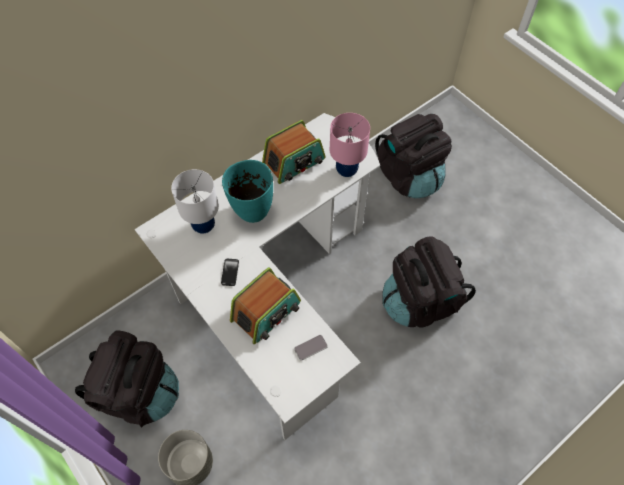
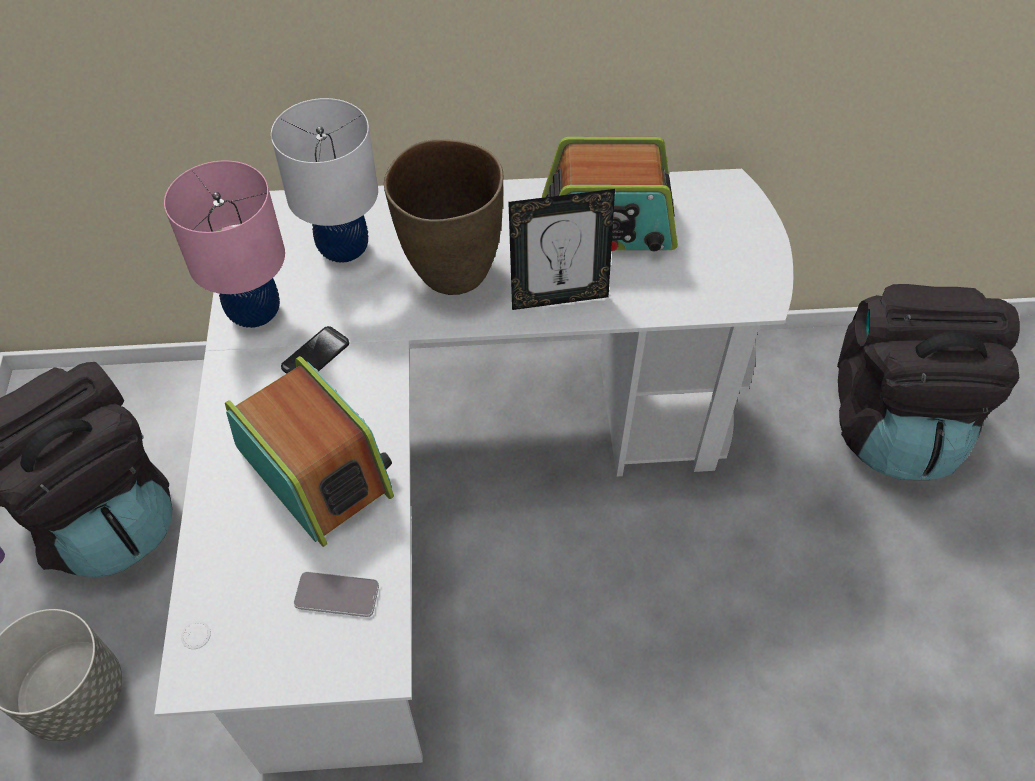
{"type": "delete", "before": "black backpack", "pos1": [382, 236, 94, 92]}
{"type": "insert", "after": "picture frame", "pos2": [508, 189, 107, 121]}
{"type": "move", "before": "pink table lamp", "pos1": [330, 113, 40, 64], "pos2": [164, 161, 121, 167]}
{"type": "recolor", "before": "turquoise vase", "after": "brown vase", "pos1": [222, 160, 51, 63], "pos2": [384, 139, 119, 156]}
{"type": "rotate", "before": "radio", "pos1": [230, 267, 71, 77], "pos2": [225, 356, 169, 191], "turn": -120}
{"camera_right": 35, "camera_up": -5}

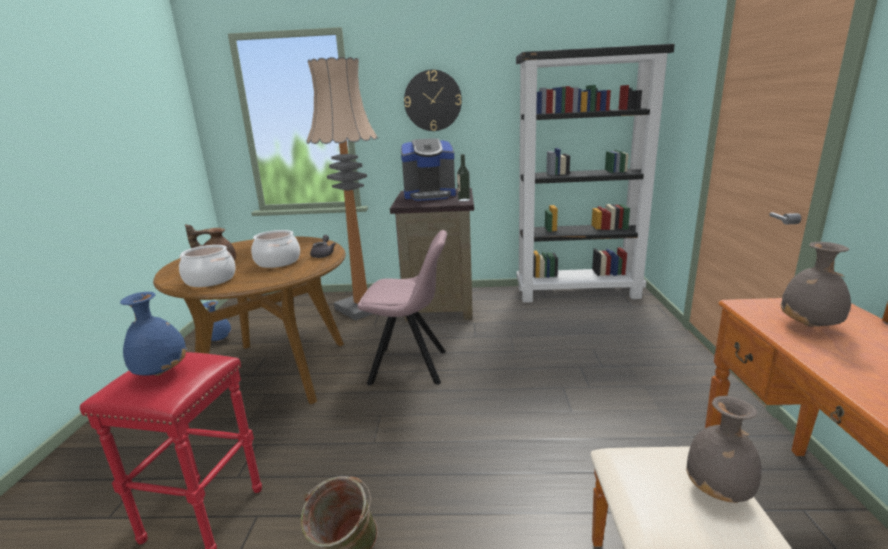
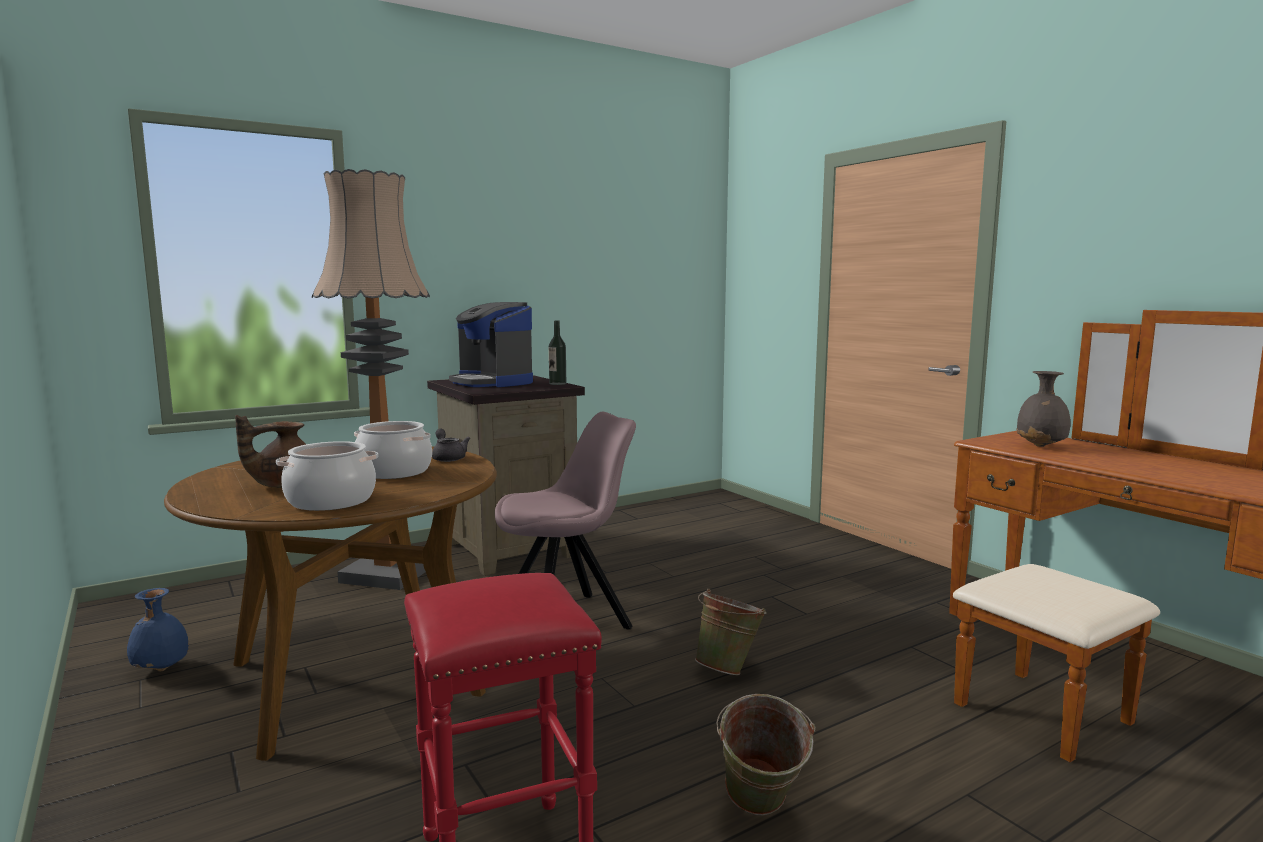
{"type": "delete", "before": "blue vase", "pos1": [120, 292, 67, 84]}
{"type": "delete", "before": "wall clock", "pos1": [404, 70, 58, 61]}
{"type": "delete", "before": "black bookcase", "pos1": [516, 44, 159, 259]}
{"type": "delete", "before": "grey vase", "pos1": [686, 396, 76, 107]}
{"type": "insert", "after": "green bucket", "pos2": [695, 589, 72, 86]}
{"type": "rotate", "before": "coffee machine", "pos1": [401, 138, 55, 63], "pos2": [449, 302, 84, 85], "turn": 90}
{"camera_right": -35, "camera_up": -10}

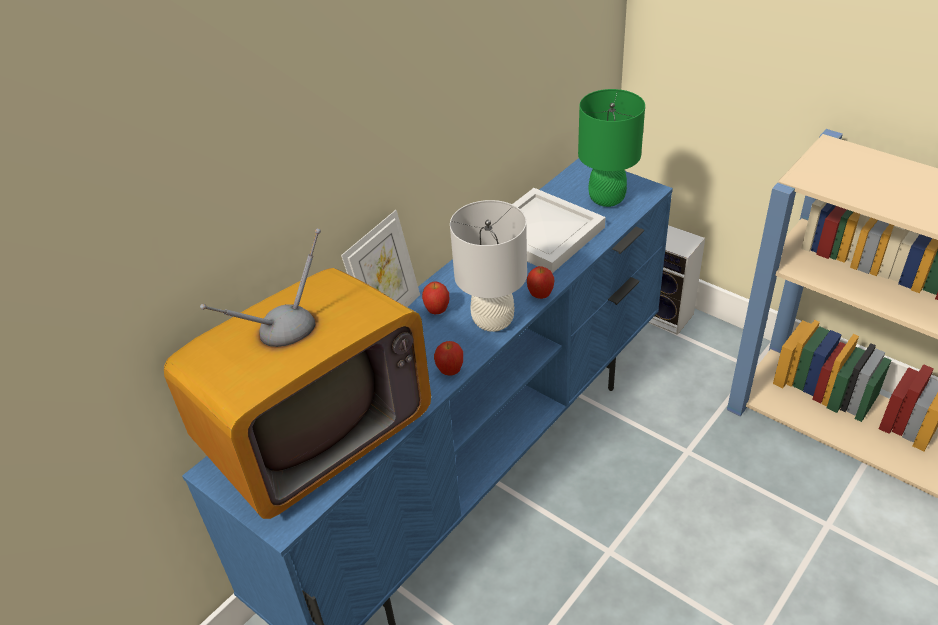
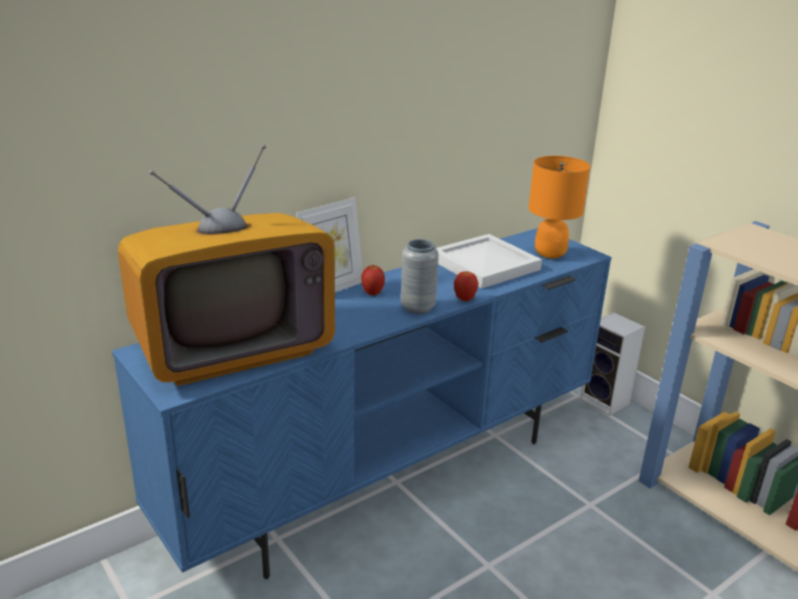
{"type": "delete", "before": "apple", "pos1": [434, 341, 29, 35]}
{"type": "replace", "before": "grey table lamp", "after": "grey vase", "pos1": [450, 200, 77, 132], "pos2": [401, 239, 38, 75]}
{"type": "recolor", "before": "green table lamp", "after": "orange table lamp", "pos1": [578, 89, 67, 118], "pos2": [529, 156, 61, 103]}
{"camera_right": 10, "camera_up": -15}

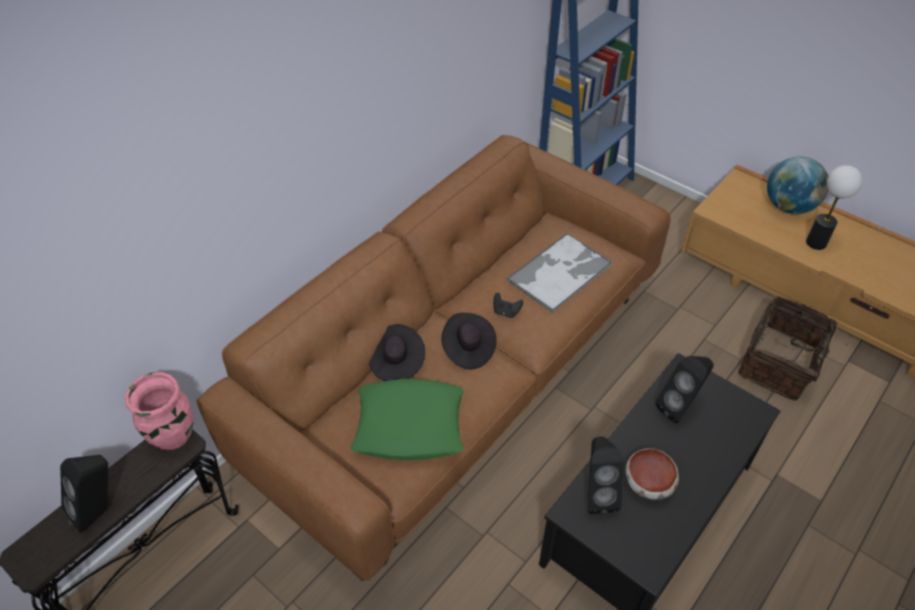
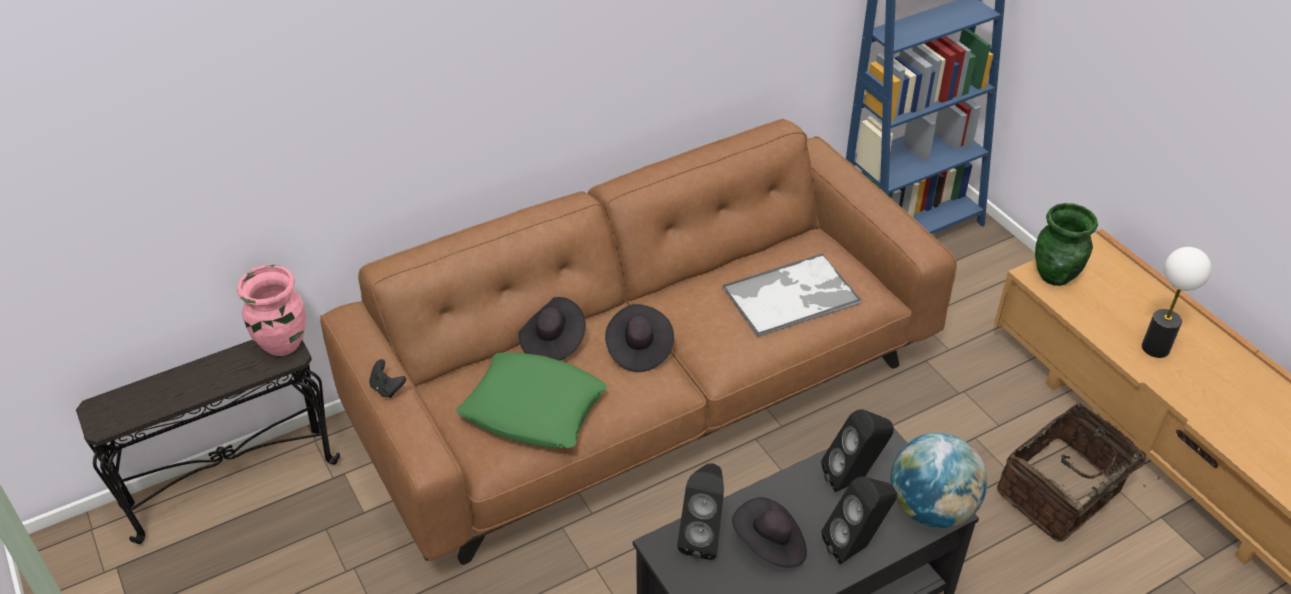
{"type": "insert", "after": "green vase", "pos2": [1035, 203, 63, 83]}
{"type": "move", "before": "black speaker", "pos1": [60, 455, 48, 78], "pos2": [821, 477, 76, 87]}
{"type": "move", "before": "black game controller", "pos1": [493, 292, 30, 26], "pos2": [369, 359, 37, 39]}
{"type": "move", "before": "globe", "pos1": [767, 156, 61, 58], "pos2": [890, 433, 98, 95]}
{"type": "replace", "before": "bowl", "after": "black hat", "pos1": [625, 448, 54, 52], "pos2": [732, 497, 75, 71]}
{"camera_right": 20, "camera_up": -5}

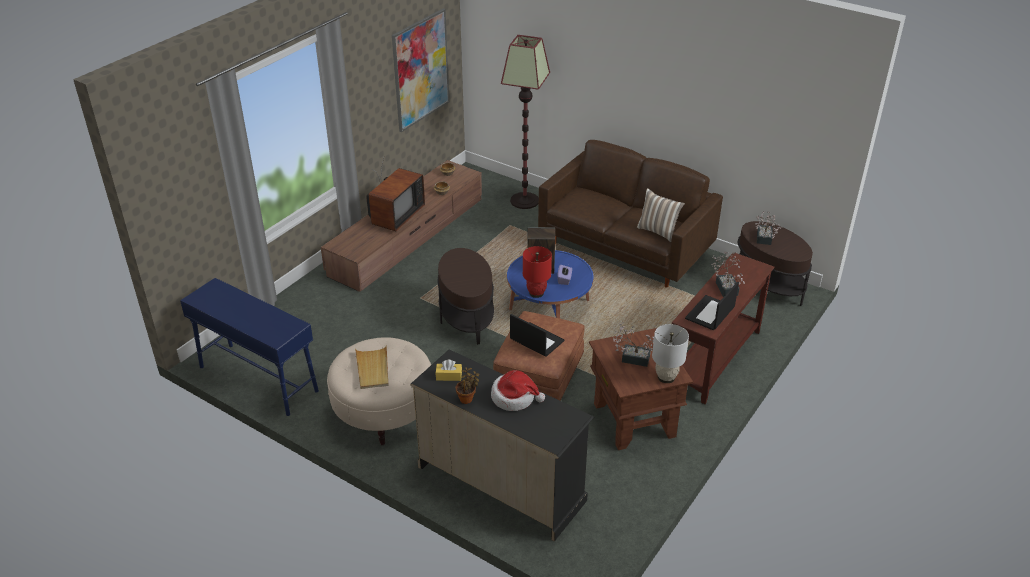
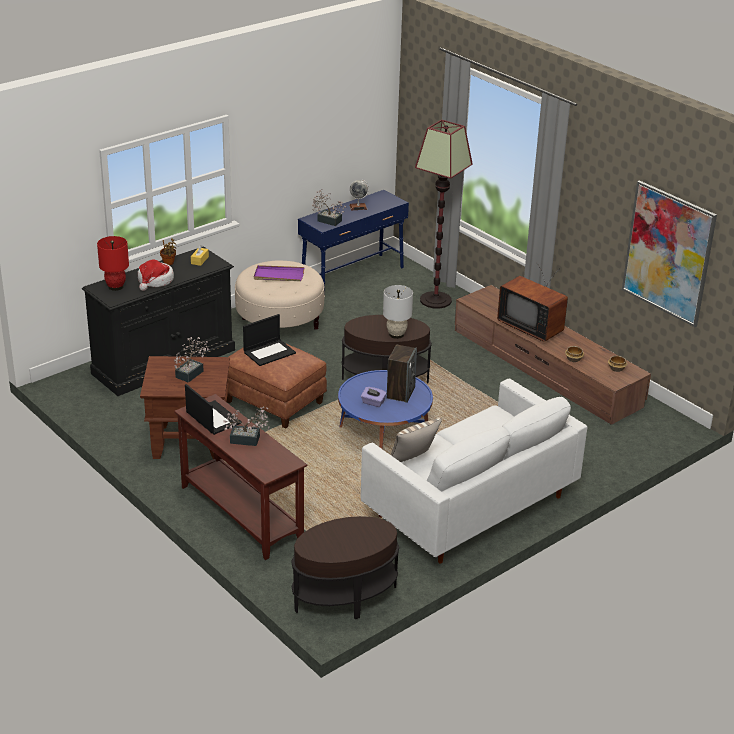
{"type": "insert", "after": "globe", "pos2": [349, 180, 20, 30]}
{"type": "move", "before": "floor lamp", "pos1": [501, 35, 49, 174], "pos2": [415, 120, 58, 189]}
{"type": "move", "before": "red table lamp", "pos1": [523, 246, 29, 52], "pos2": [97, 236, 32, 55]}
{"type": "move", "before": "white table lamp", "pos1": [652, 324, 37, 59], "pos2": [383, 285, 30, 54]}
{"type": "move", "before": "potted plant", "pos1": [755, 211, 26, 34], "pos2": [311, 189, 36, 37]}
{"type": "recolor", "before": "beige tray", "after": "purple tray", "pos1": [355, 345, 34, 44], "pos2": [254, 265, 51, 16]}
{"type": "recolor", "before": "brown sofa", "after": "white sofa", "pos1": [538, 140, 185, 148], "pos2": [361, 378, 227, 186]}
{"camera_right": 105, "camera_up": -5}

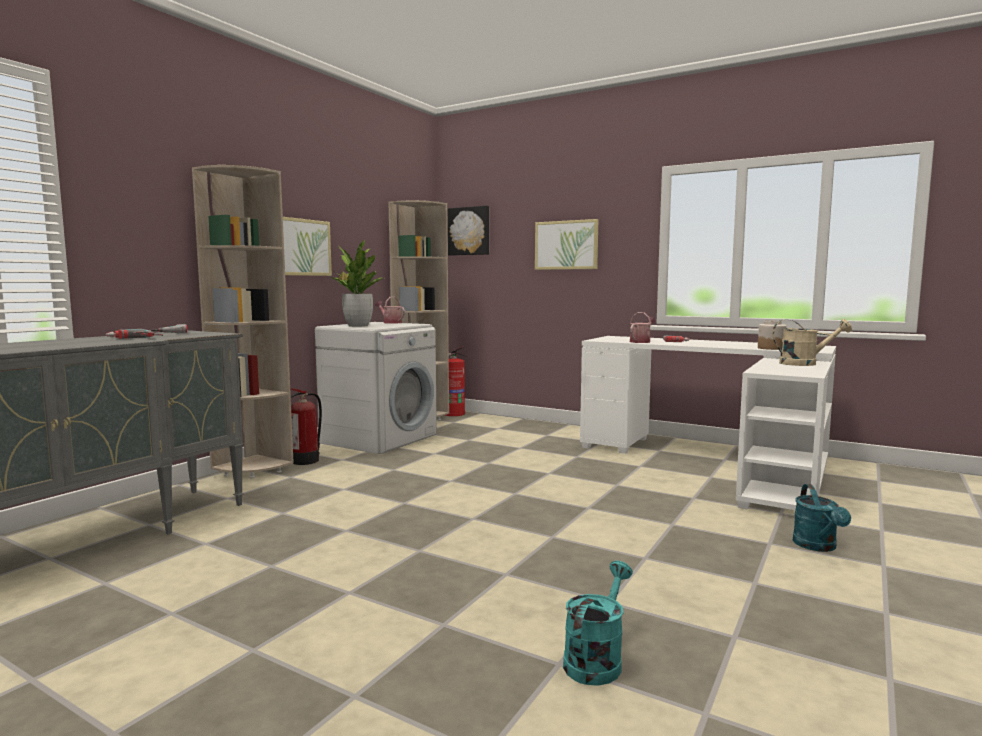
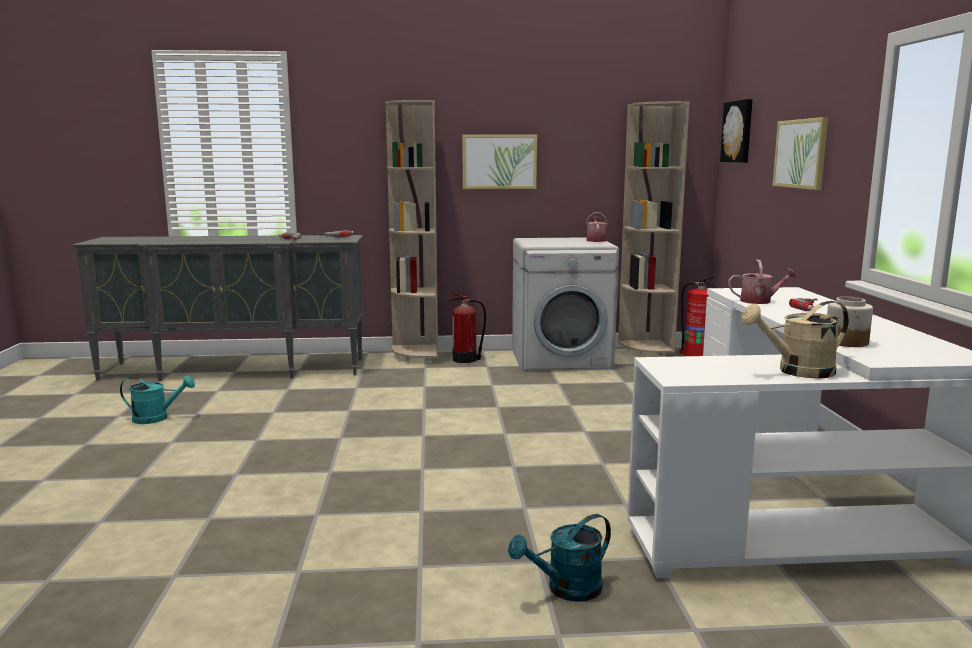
{"type": "delete", "before": "potted plant", "pos1": [330, 241, 56, 86]}
{"type": "move", "before": "turquoise watering can", "pos1": [563, 561, 70, 125], "pos2": [120, 375, 75, 49]}
{"type": "rotate", "before": "beige watering can", "pos1": [773, 319, 79, 47], "pos2": [741, 301, 108, 78], "turn": 105}
{"camera_right": 55, "camera_up": 5}

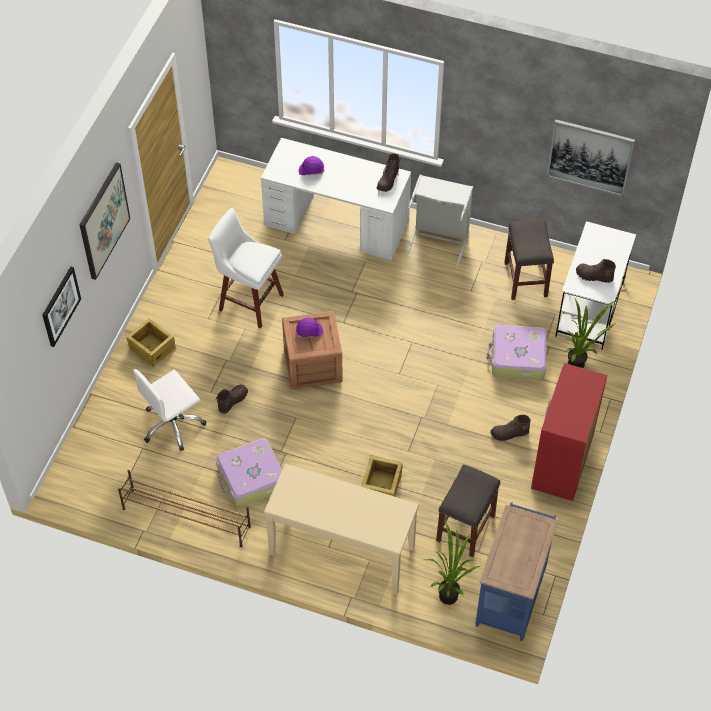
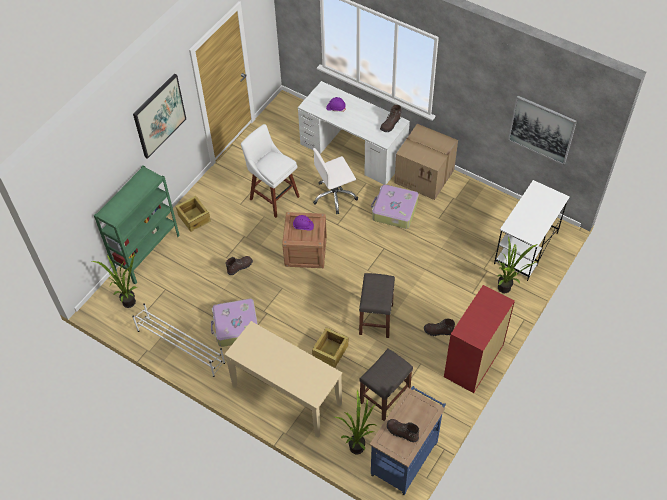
{"type": "delete", "before": "picture", "pos1": [42, 266, 39, 81]}
{"type": "insert", "after": "potted plant", "pos2": [92, 253, 45, 55]}
{"type": "insert", "after": "green bookcase", "pos2": [94, 166, 86, 119]}
{"type": "move", "before": "white office chair", "pos1": [133, 369, 73, 82], "pos2": [313, 148, 45, 66]}
{"type": "move", "before": "suitcase", "pos1": [487, 325, 60, 55], "pos2": [371, 184, 48, 45]}
{"type": "move", "before": "grey stool", "pos1": [504, 220, 50, 80], "pos2": [359, 273, 36, 65]}
{"type": "move", "before": "brown boot", "pos1": [576, 259, 40, 24], "pos2": [387, 419, 32, 24]}
{"type": "replace", "before": "grey laundry basket", "after": "cardboard box", "pos1": [406, 175, 67, 92], "pos2": [395, 124, 63, 76]}
{"type": "recolor", "before": "brown shoe rack", "after": "white shoe rack", "pos1": [118, 470, 133, 77], "pos2": [132, 303, 93, 74]}
{"camera_right": 15, "camera_up": 0}

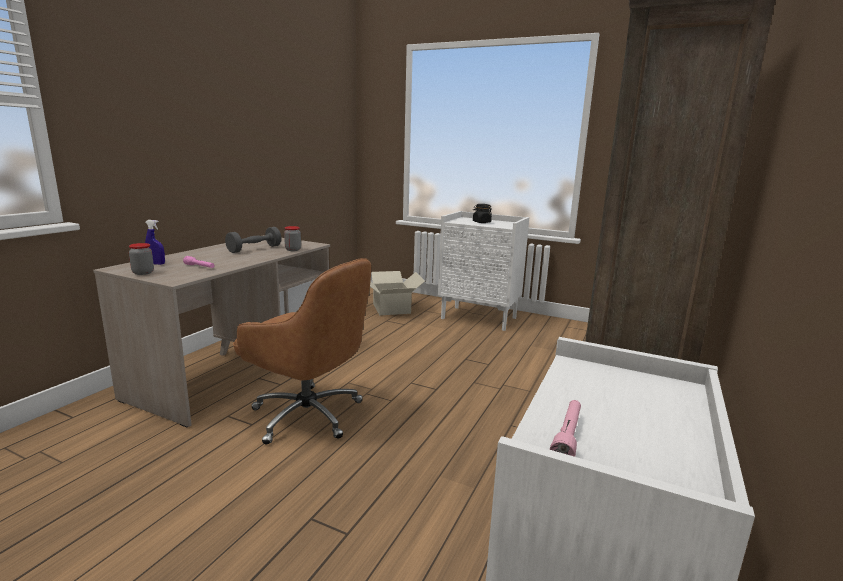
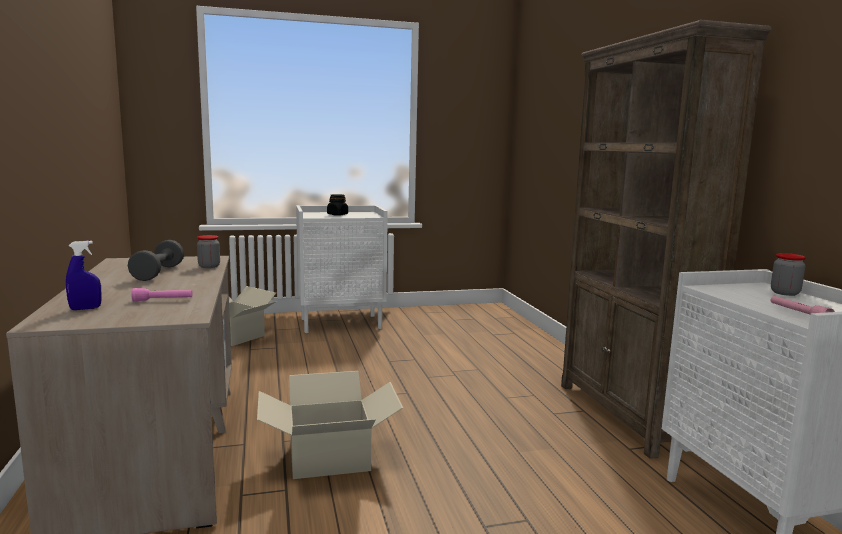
{"type": "move", "before": "jar", "pos1": [129, 243, 25, 32], "pos2": [771, 253, 35, 43]}
{"type": "replace", "before": "brown office chair", "after": "cardboard box", "pos1": [233, 258, 138, 187], "pos2": [257, 371, 146, 108]}
{"camera_right": -40, "camera_up": -5}

